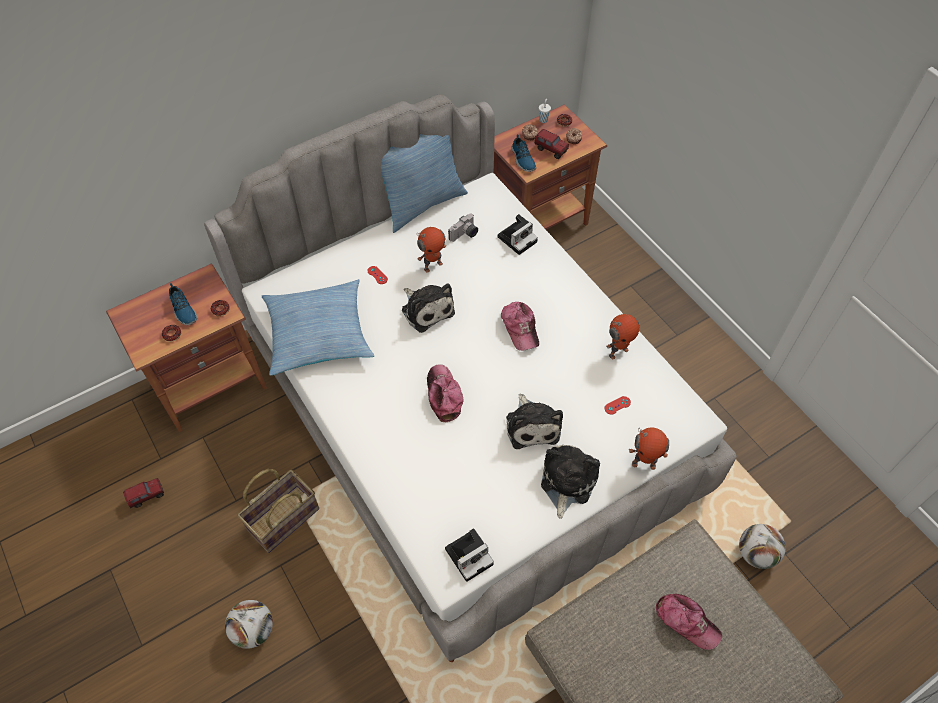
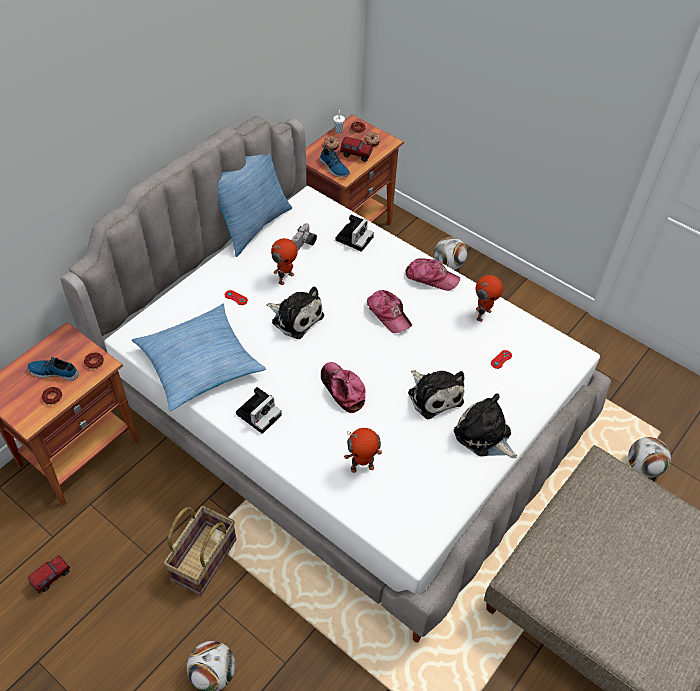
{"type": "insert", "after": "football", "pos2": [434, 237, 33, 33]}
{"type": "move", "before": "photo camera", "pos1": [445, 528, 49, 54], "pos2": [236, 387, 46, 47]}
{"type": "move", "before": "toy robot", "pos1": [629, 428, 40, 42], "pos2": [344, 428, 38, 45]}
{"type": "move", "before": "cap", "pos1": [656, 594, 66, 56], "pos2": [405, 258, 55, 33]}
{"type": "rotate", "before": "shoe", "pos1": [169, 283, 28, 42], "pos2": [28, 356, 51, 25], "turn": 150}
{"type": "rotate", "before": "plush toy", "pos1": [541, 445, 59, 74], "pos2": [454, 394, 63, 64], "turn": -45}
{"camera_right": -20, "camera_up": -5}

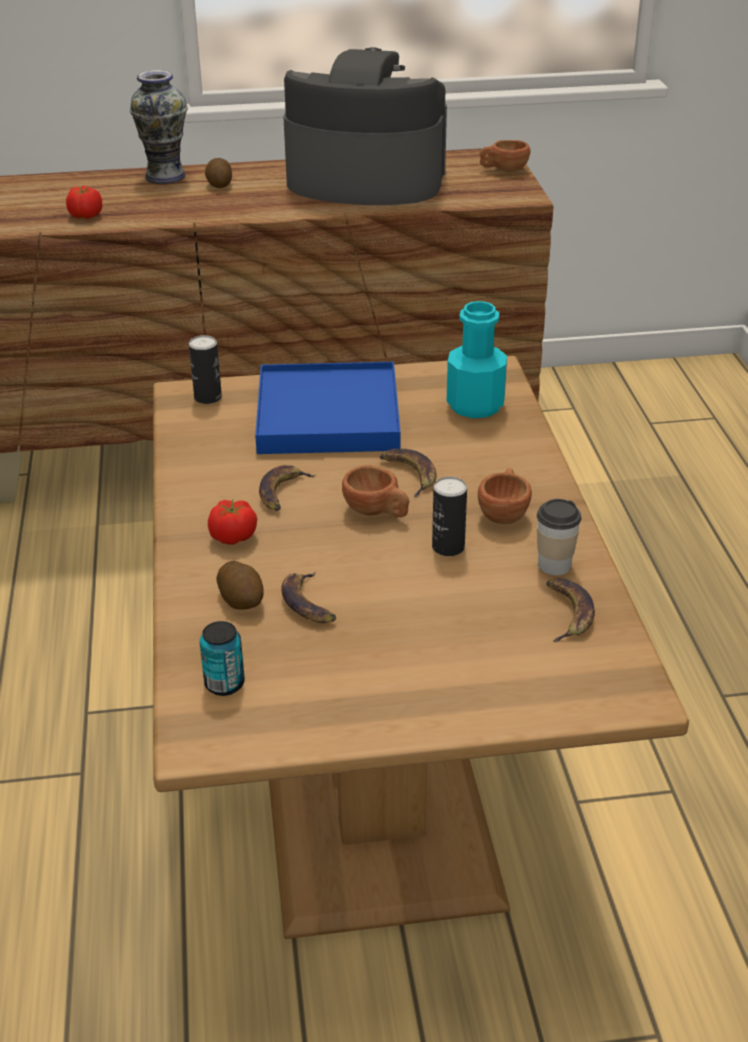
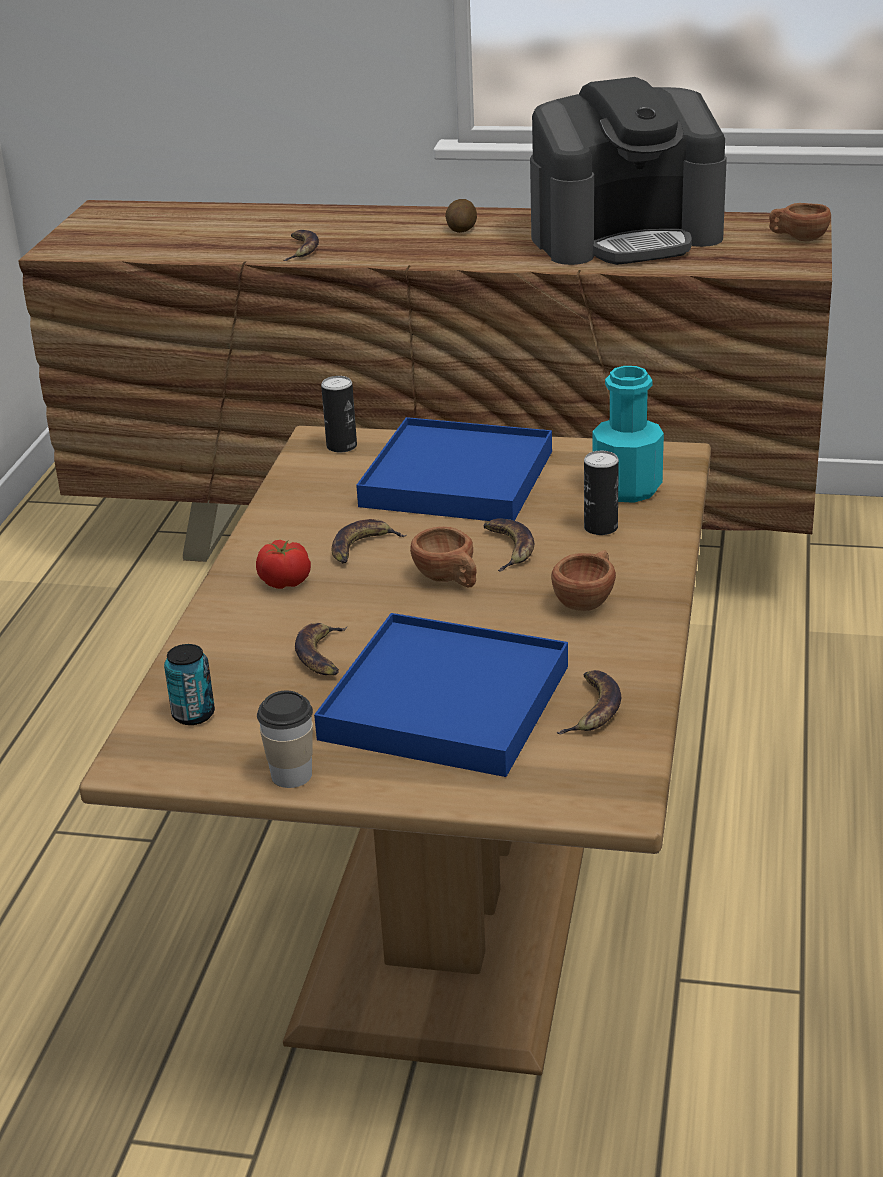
{"type": "delete", "before": "vase", "pos1": [130, 70, 58, 114]}
{"type": "delete", "before": "potato", "pos1": [216, 561, 48, 48]}
{"type": "insert", "after": "blue tray", "pos2": [314, 613, 254, 164]}
{"type": "move", "before": "can", "pos1": [432, 476, 35, 80], "pos2": [584, 451, 35, 84]}
{"type": "move", "before": "cup", "pos1": [537, 499, 44, 76], "pos2": [257, 691, 56, 97]}
{"type": "replace", "before": "tomato", "after": "banana", "pos1": [66, 186, 36, 33], "pos2": [283, 230, 36, 31]}
{"type": "rotate", "before": "coffee machine", "pos1": [283, 47, 164, 158], "pos2": [530, 77, 197, 188], "turn": 135}
{"camera_right": 20, "camera_up": -5}

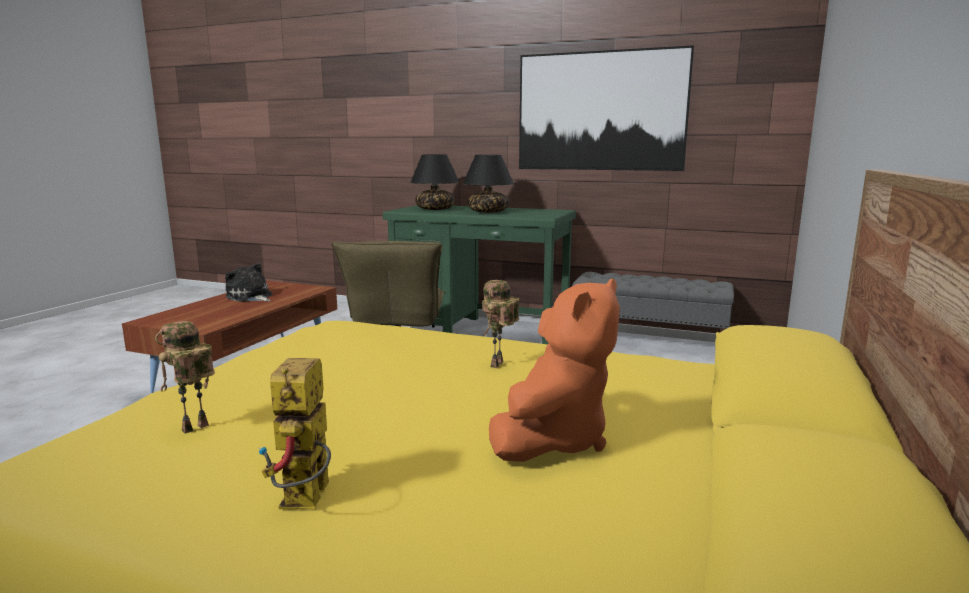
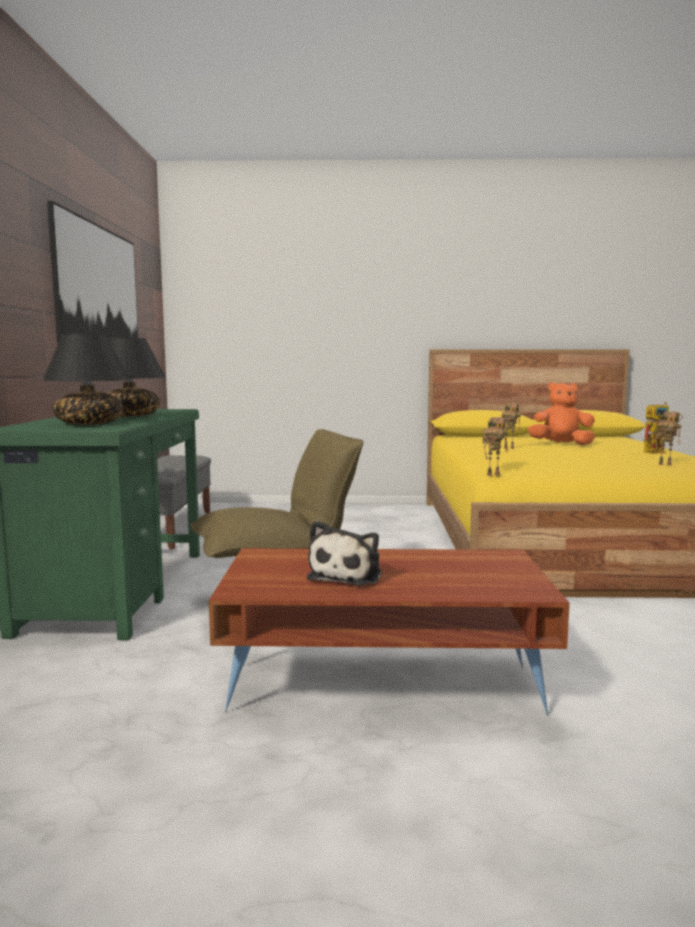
{"type": "insert", "after": "toy robot", "pos2": [482, 417, 26, 59]}
{"camera_right": -110, "camera_up": -5}

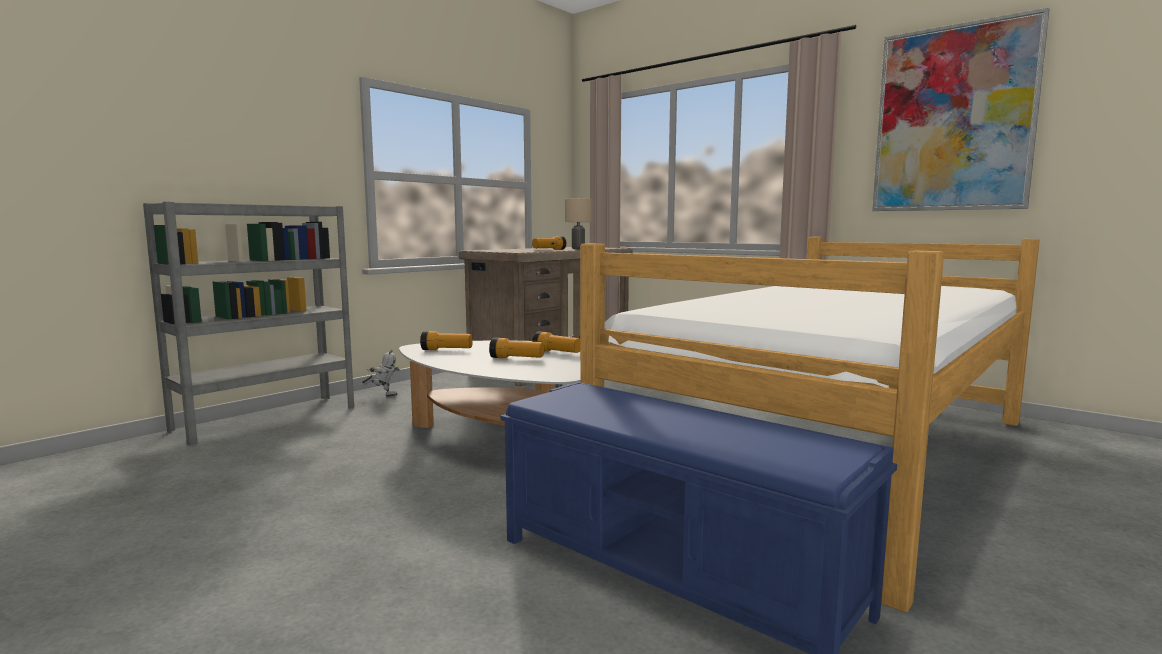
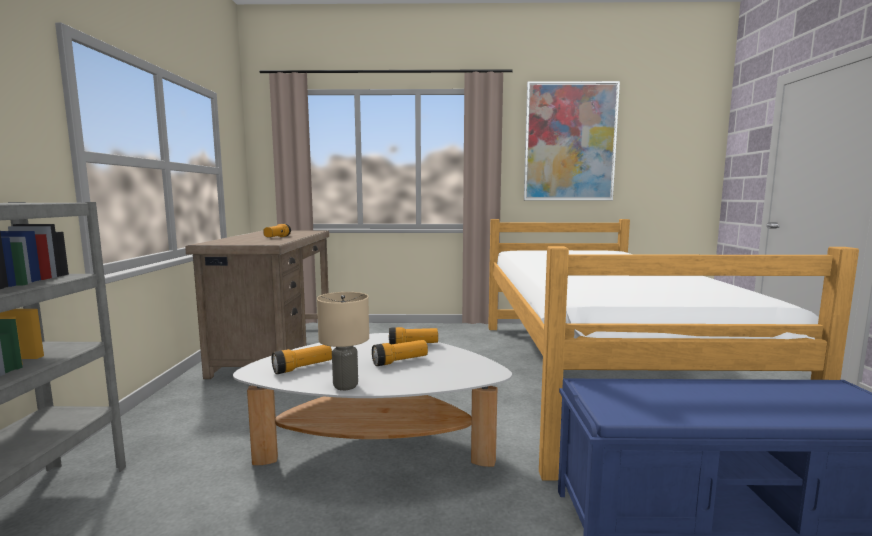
{"type": "delete", "before": "toy robot", "pos1": [362, 350, 39, 47]}
{"type": "move", "before": "beige table lamp", "pos1": [565, 198, 27, 51], "pos2": [317, 292, 52, 99]}
{"camera_right": -40, "camera_up": 0}

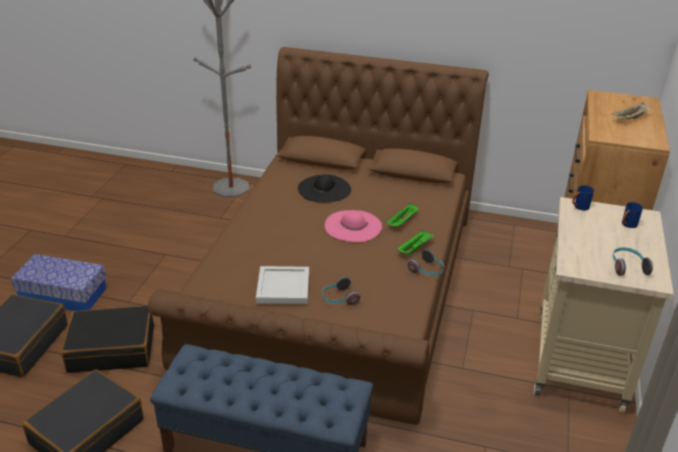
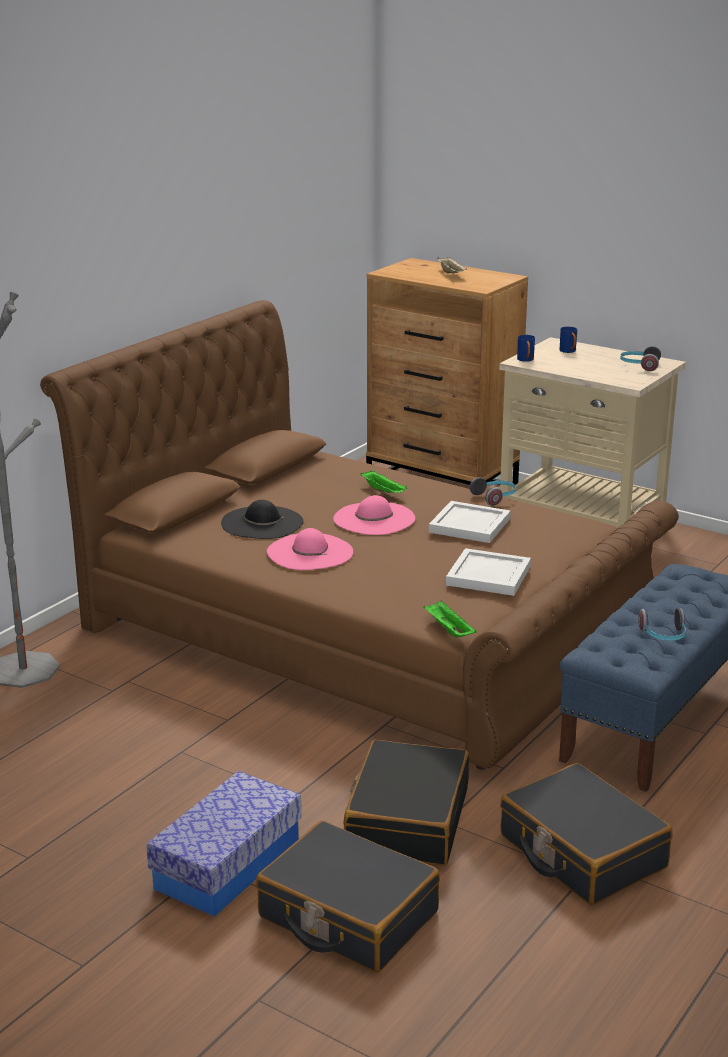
{"type": "insert", "after": "pink hat", "pos2": [267, 528, 86, 42]}
{"type": "insert", "after": "white tray", "pos2": [429, 501, 82, 42]}
{"type": "move", "before": "headphones", "pos1": [322, 277, 38, 28], "pos2": [638, 608, 48, 33]}
{"type": "move", "before": "green tray", "pos1": [397, 230, 38, 24], "pos2": [424, 600, 53, 38]}
{"camera_right": -70, "camera_up": -10}

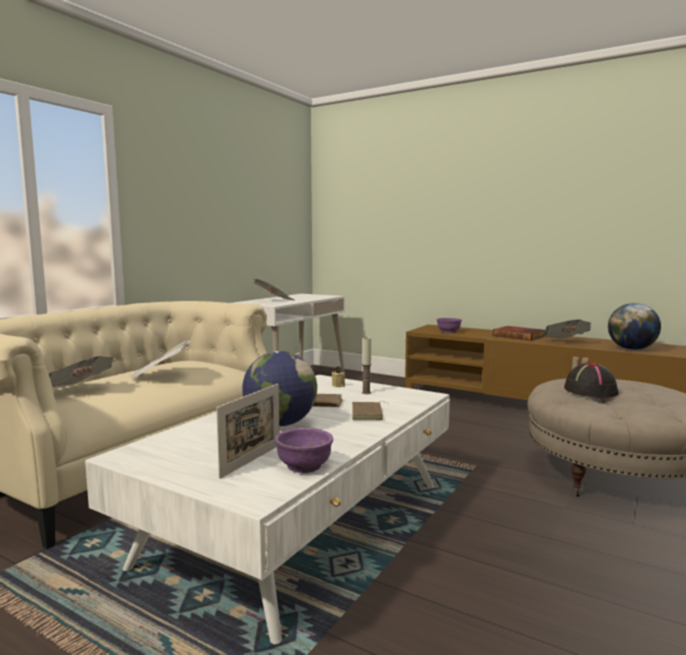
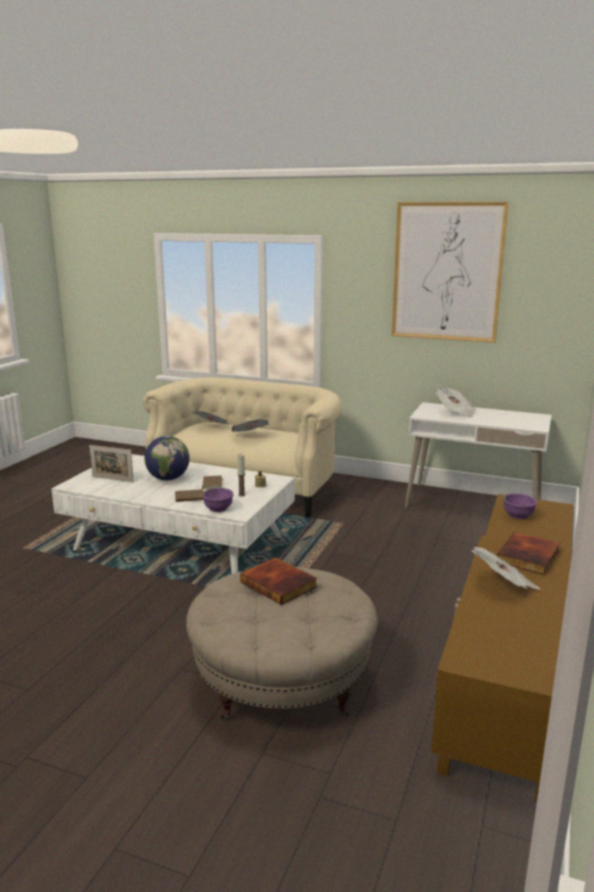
{"type": "delete", "before": "globe", "pos1": [608, 303, 53, 47]}
{"type": "insert", "after": "picture", "pos2": [391, 202, 118, 141]}
{"type": "move", "before": "purple bowl", "pos1": [275, 428, 58, 45], "pos2": [202, 488, 31, 24]}
{"type": "replace", "before": "black hat", "after": "book", "pos1": [564, 362, 55, 36], "pos2": [240, 557, 77, 48]}
{"camera_right": 80, "camera_up": 10}

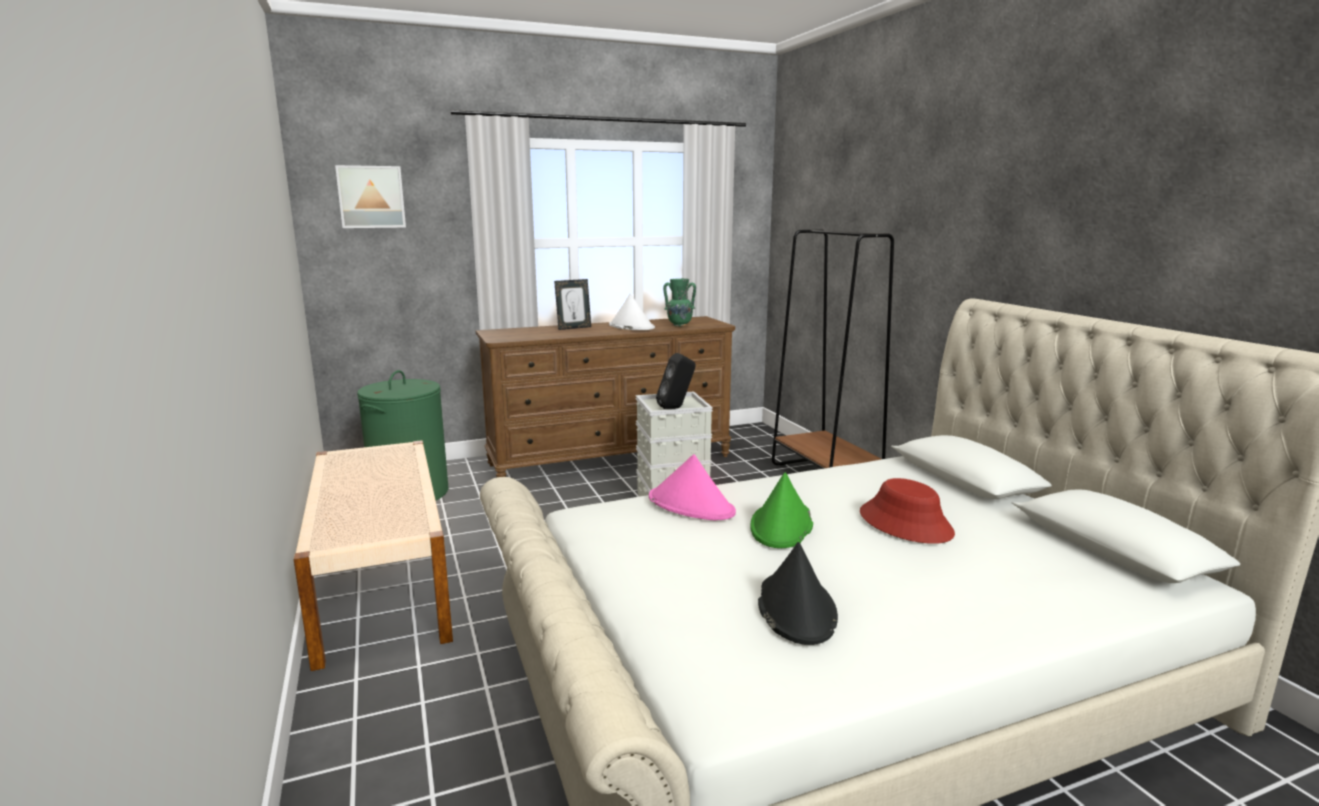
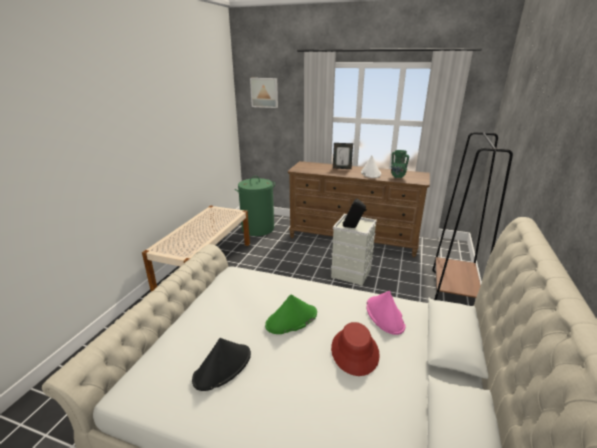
{"type": "move", "before": "pink hat", "pos1": [649, 454, 87, 66], "pos2": [366, 291, 40, 44]}
{"camera_right": 40, "camera_up": 10}

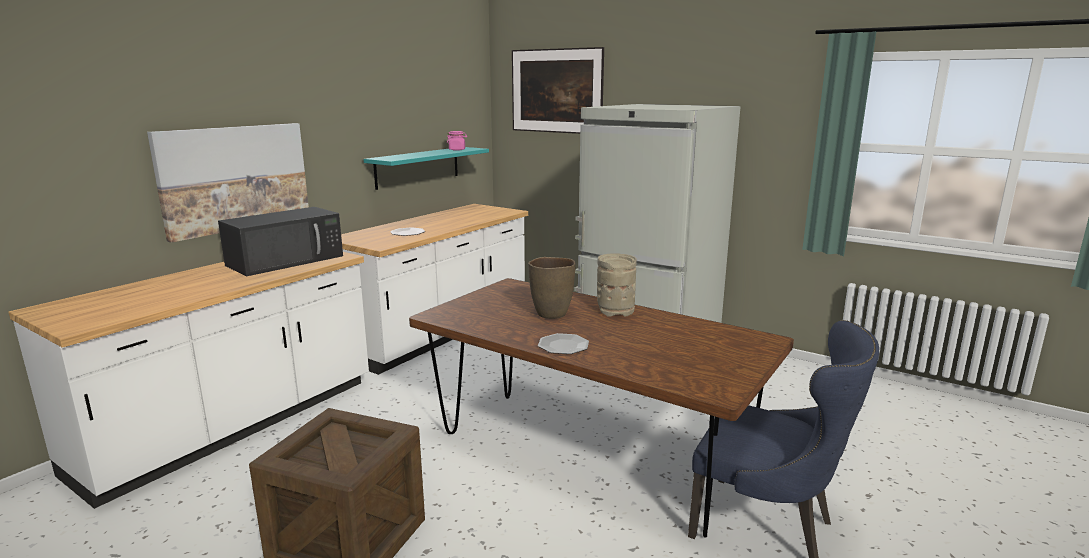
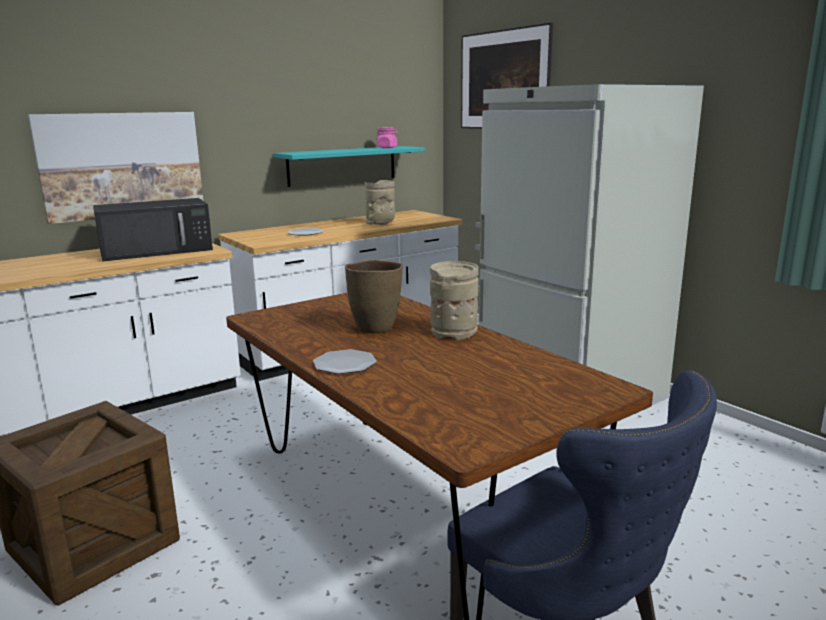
{"type": "insert", "after": "beige vase", "pos2": [365, 180, 30, 45]}
{"camera_right": 20, "camera_up": 0}

